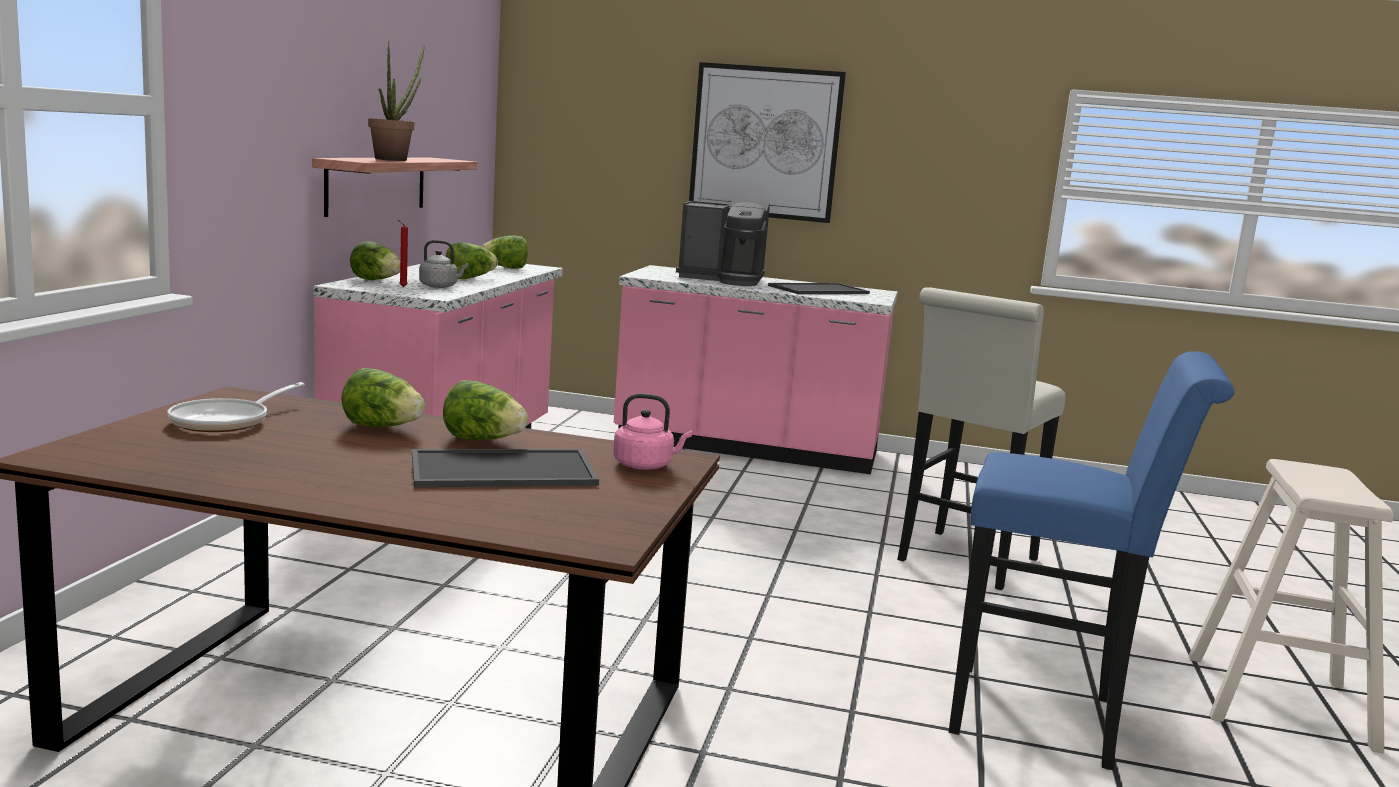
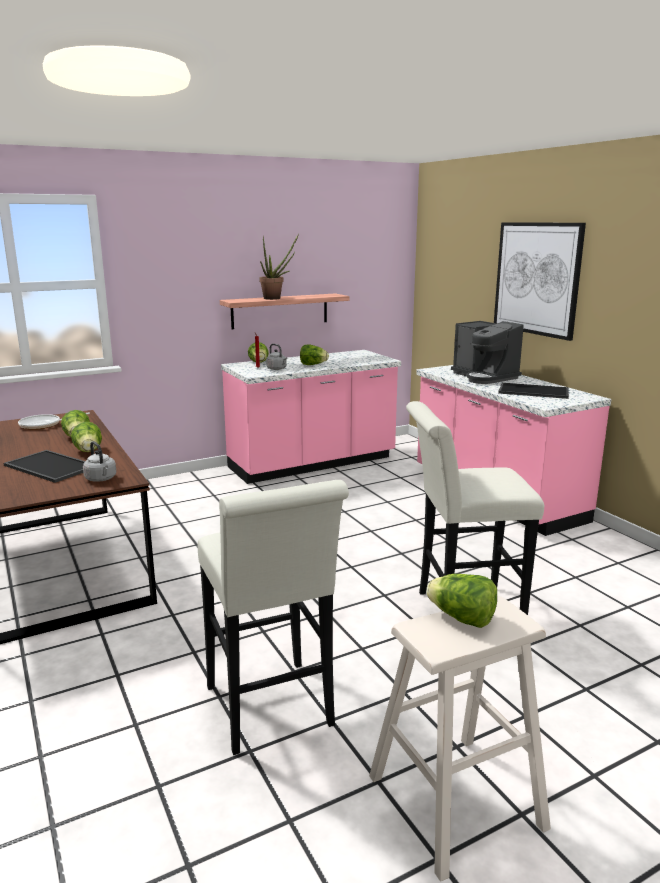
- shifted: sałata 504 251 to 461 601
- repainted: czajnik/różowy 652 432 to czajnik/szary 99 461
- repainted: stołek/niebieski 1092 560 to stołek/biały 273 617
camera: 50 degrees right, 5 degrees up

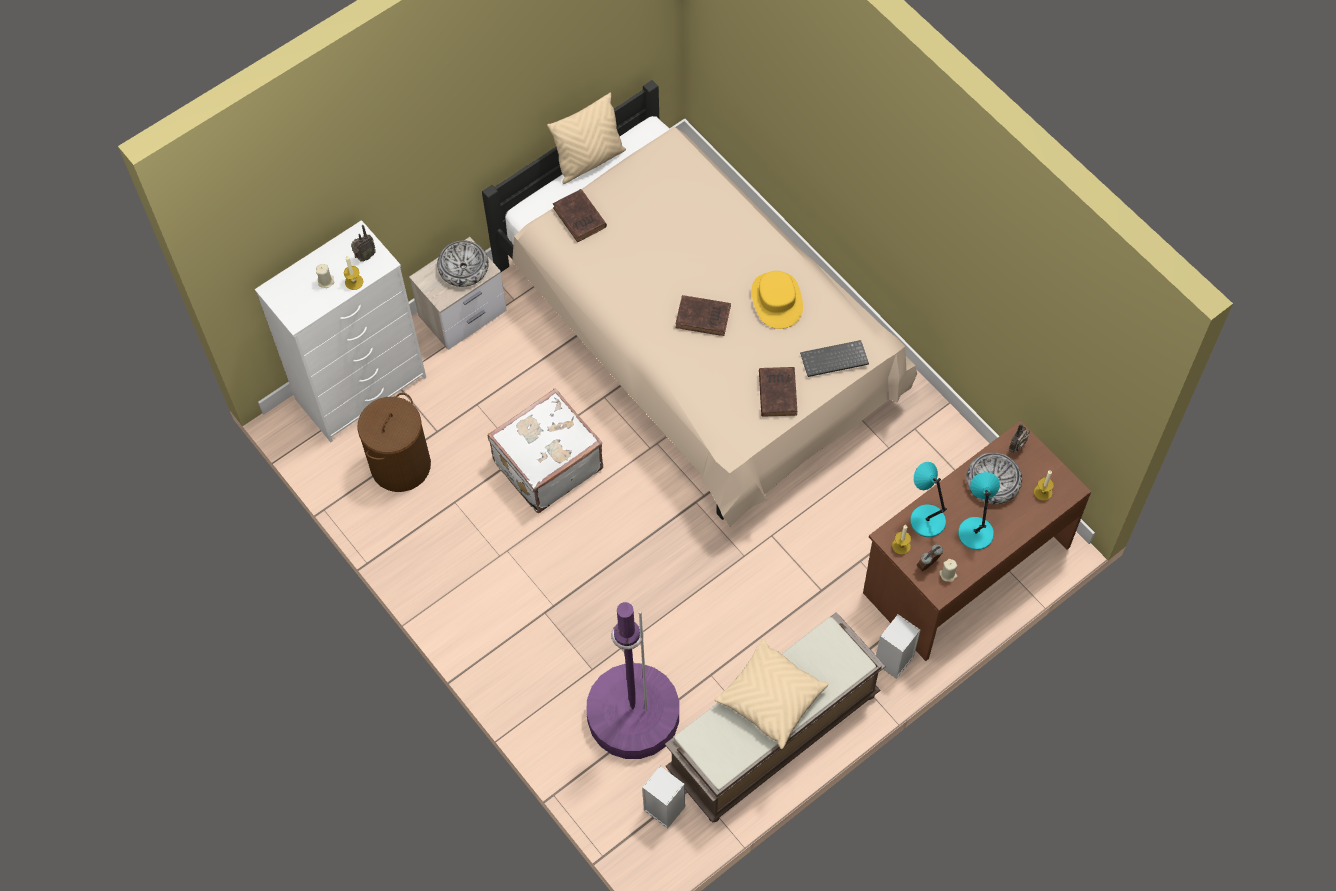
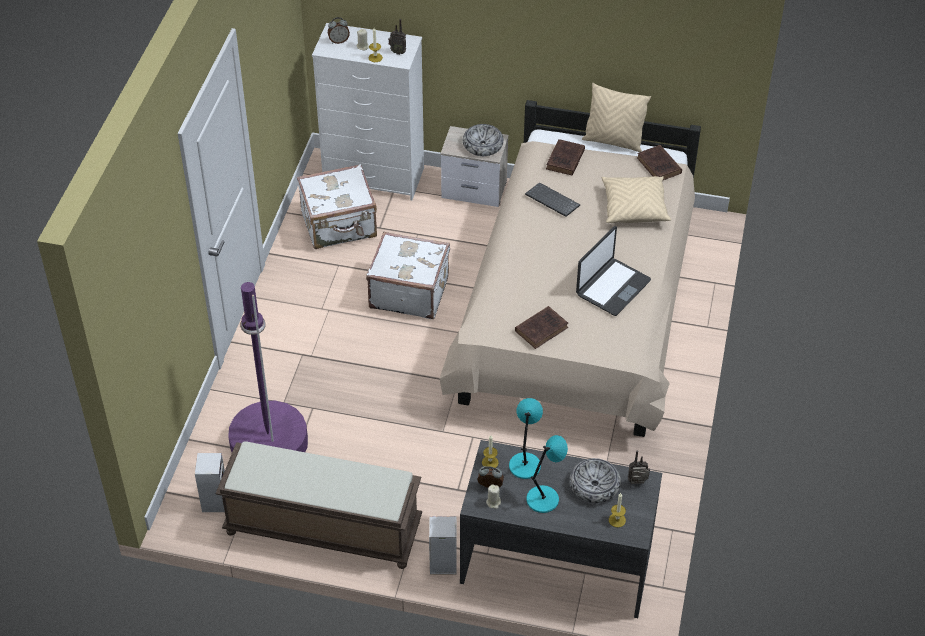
- new: budzik 339 30
- shifted: książka/brązowy 703 315 to 659 162
- shifted: poduszka/beżowy 771 694 to 636 199
- shifted: klawiatura 834 358 to 552 199
- swapped: kosz na pranie/brązowy 394 442 to walizka/biały 337 206
- swapped: kapelusz/żółty 777 300 to laptop 613 271
- repainted: biurko/brązowy 977 541 to biurko/szary 561 529
camera: 50 degrees right, 15 degrees down

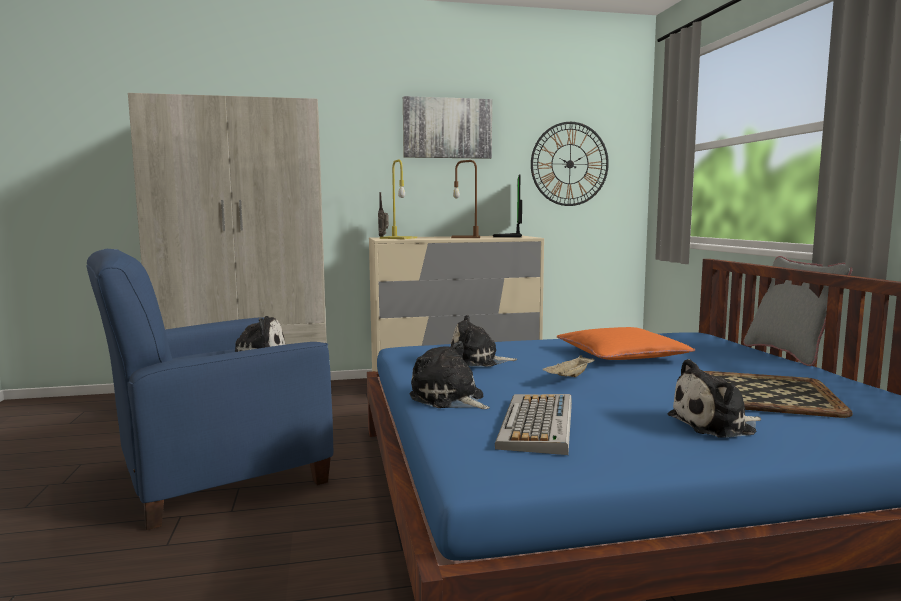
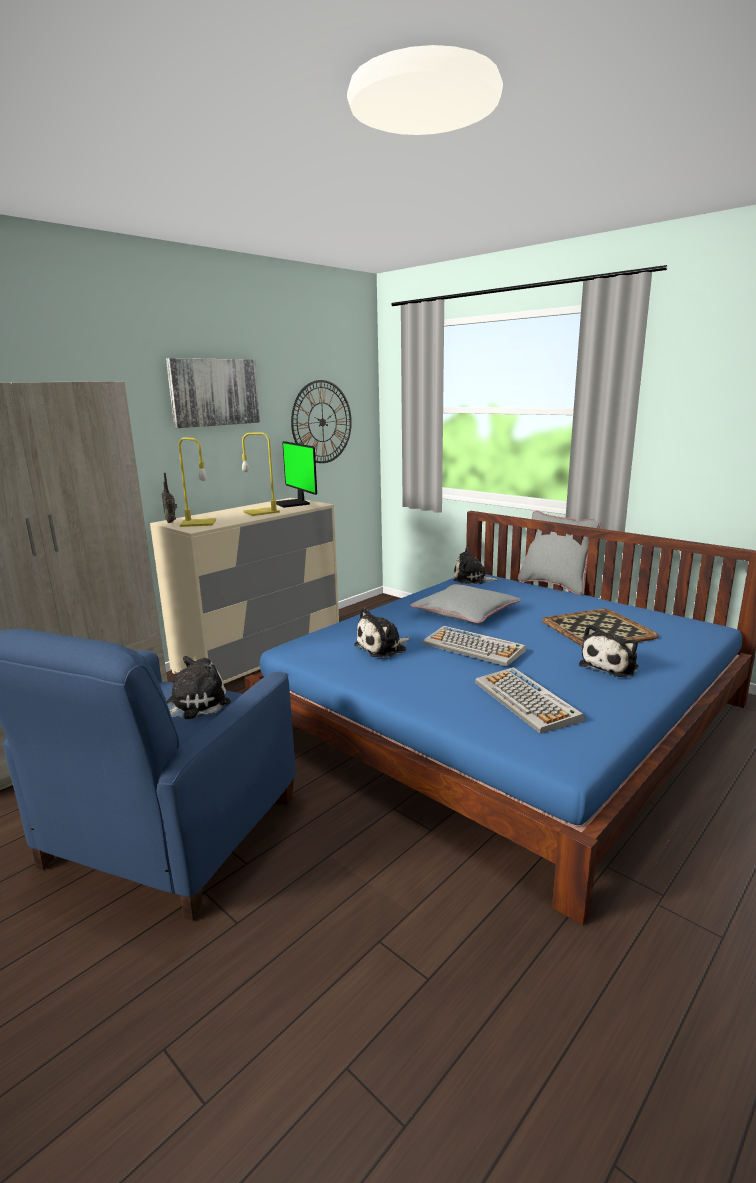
- shifted: pluszak 450 375 to 477 566
- swapped: taca/beżowy 568 366 to klawiatura 474 646
- repainted: lampa stołowa/brązowy 465 199 to lampa stołowa/żółty 261 474
- repainted: poduszka/pomarańczowy 626 343 to poduszka/szary 465 603
camera: 35 degrees left, 10 degrees up

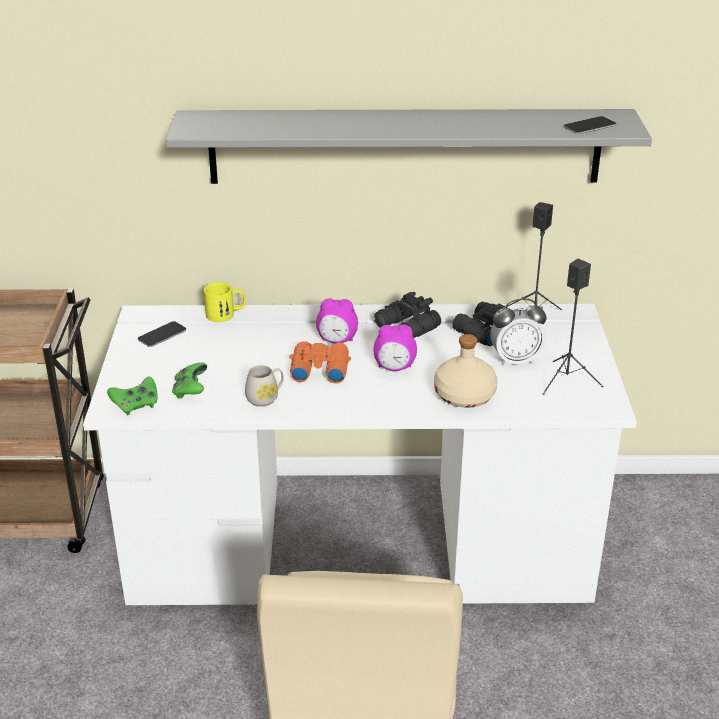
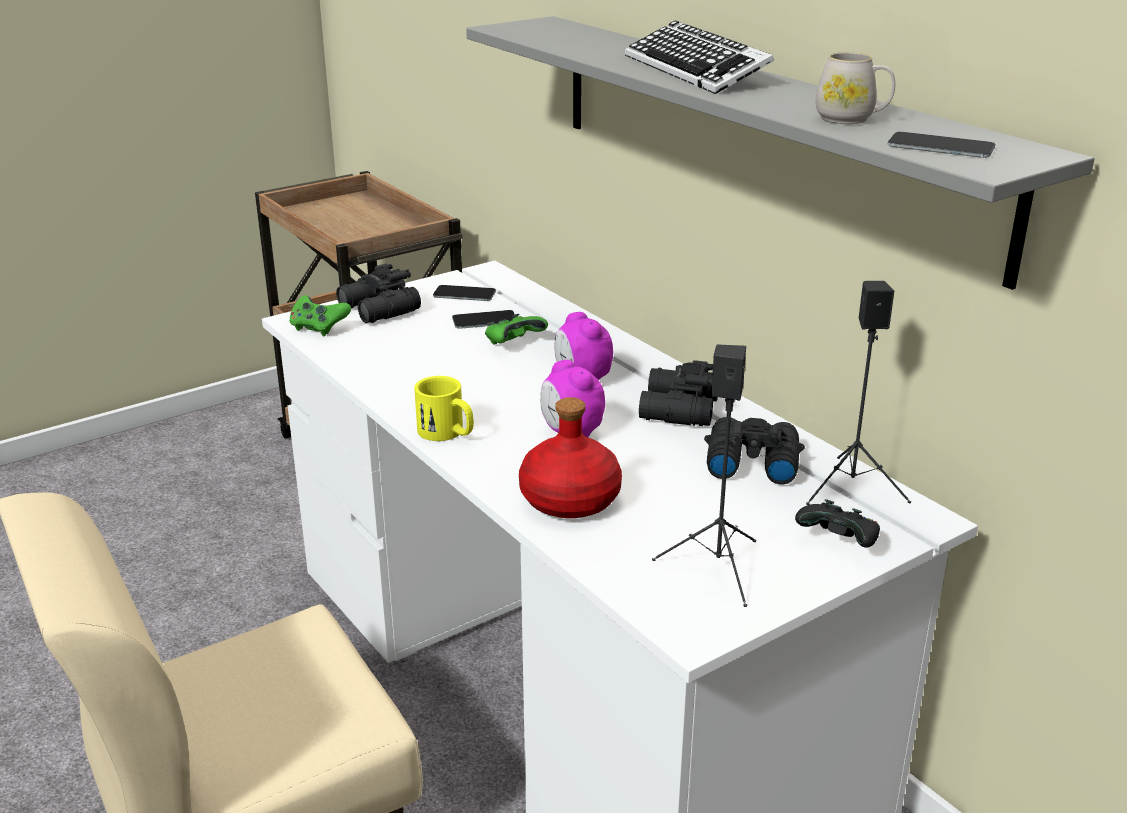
- gone: lornetka/pomarańczowy 320 362
- gone: budzik 518 333
- new: lornetka/czarny 378 293
- new: telefon 483 319
- new: klawiatura 699 57
- new: pad do gier/czarny 837 523
- shifted: pad do gier/zielony 189 380 to 516 329
- shifted: kubek/żółty 225 302 to 444 408
- shifted: kubek/biały 264 386 to 855 88
- repainted: butelka/beżowy 466 371 to butelka/czerwony 570 457
camera: 55 degrees right, 5 degrees down

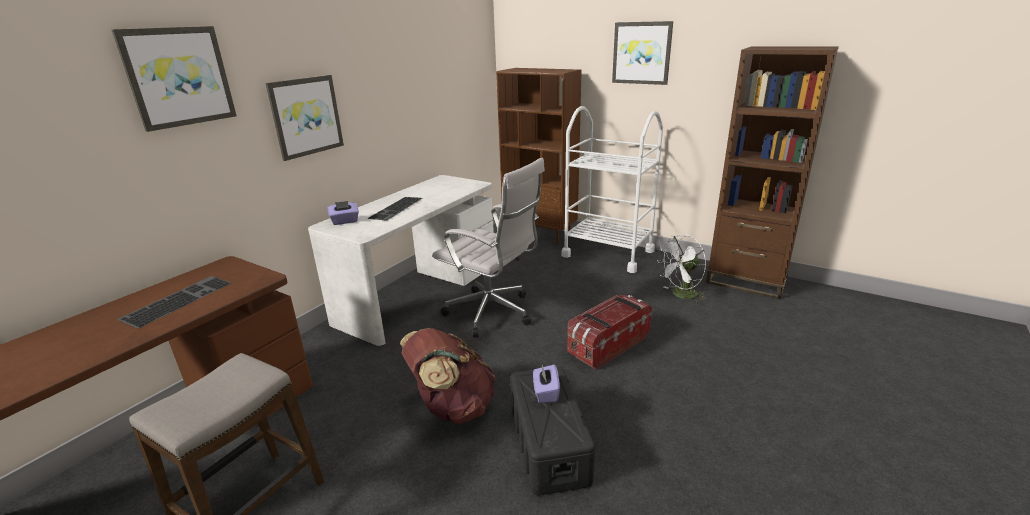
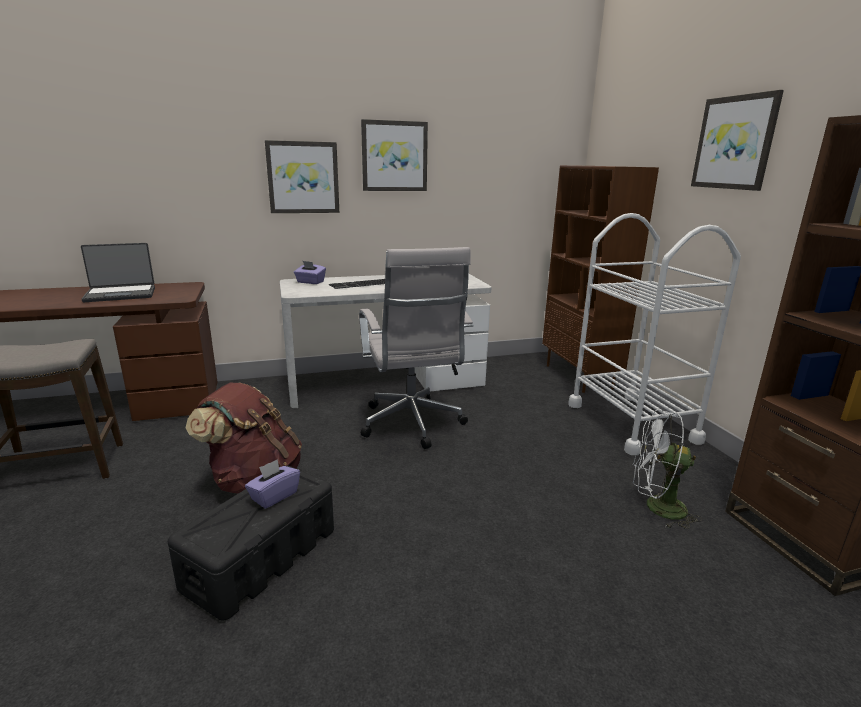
- gone: pojemnik do przechowywania 609 332
- shifted: obraz 174 79 to 394 155
- swapped: klawiatura 174 302 to laptop 118 272
camera: 40 degrees right, 5 degrees down

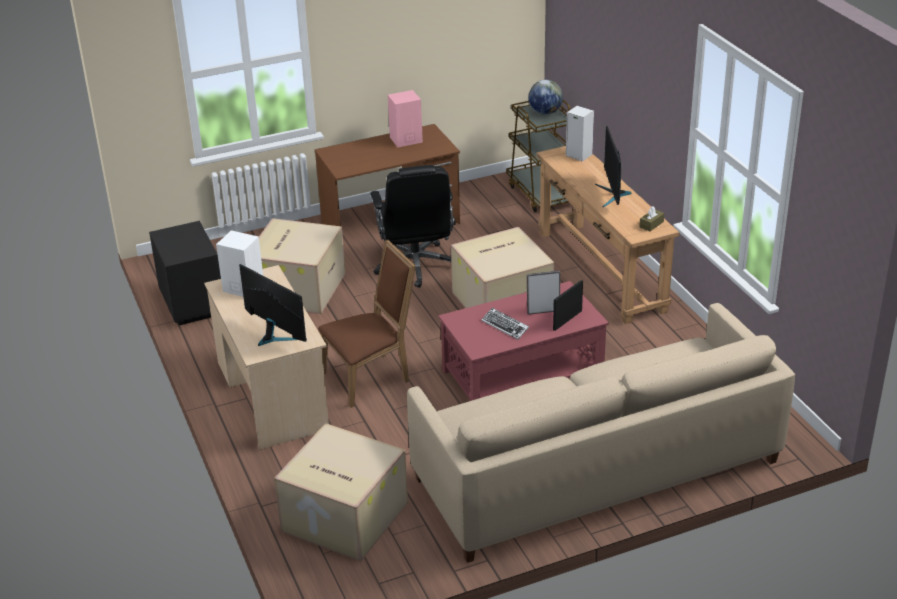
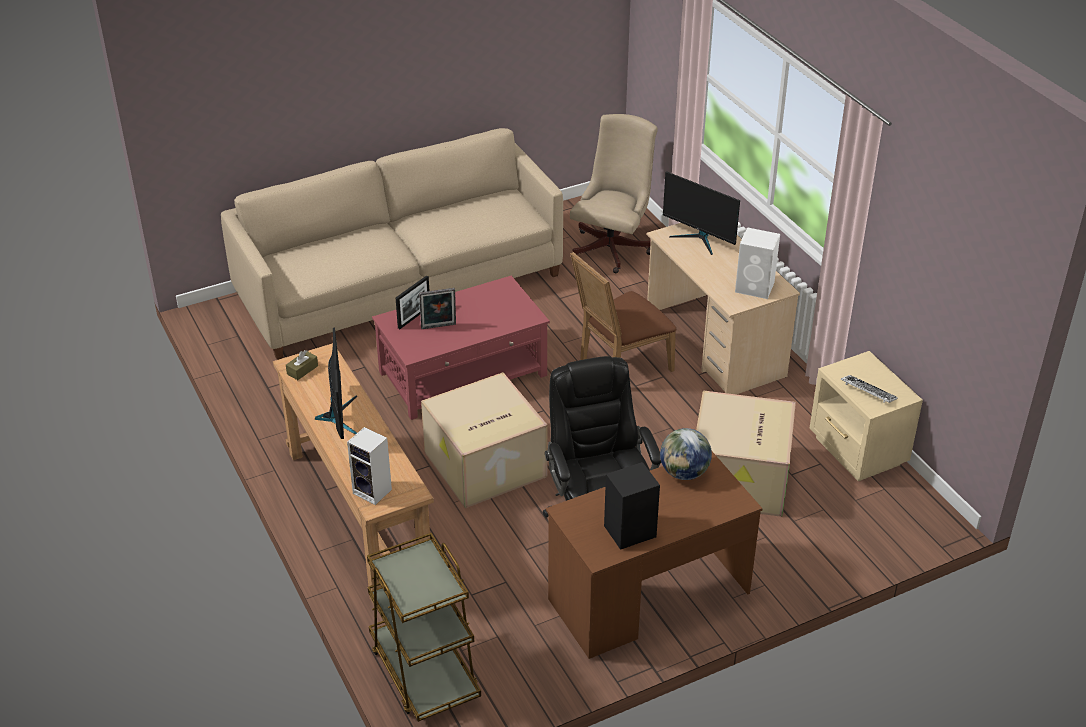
- shifted: klawiatura 505 324 to 869 389
- shifted: globus 546 97 to 686 454
- swapped: karton 341 492 to krzesło biurowe/beżowy 614 193
- repainted: szafka nocna/czarny 185 273 to szafka nocna/beżowy 866 416
- repainted: głośnik/różowy 405 118 to głośnik/czarny 632 506
camera: 175 degrees right, 5 degrees up

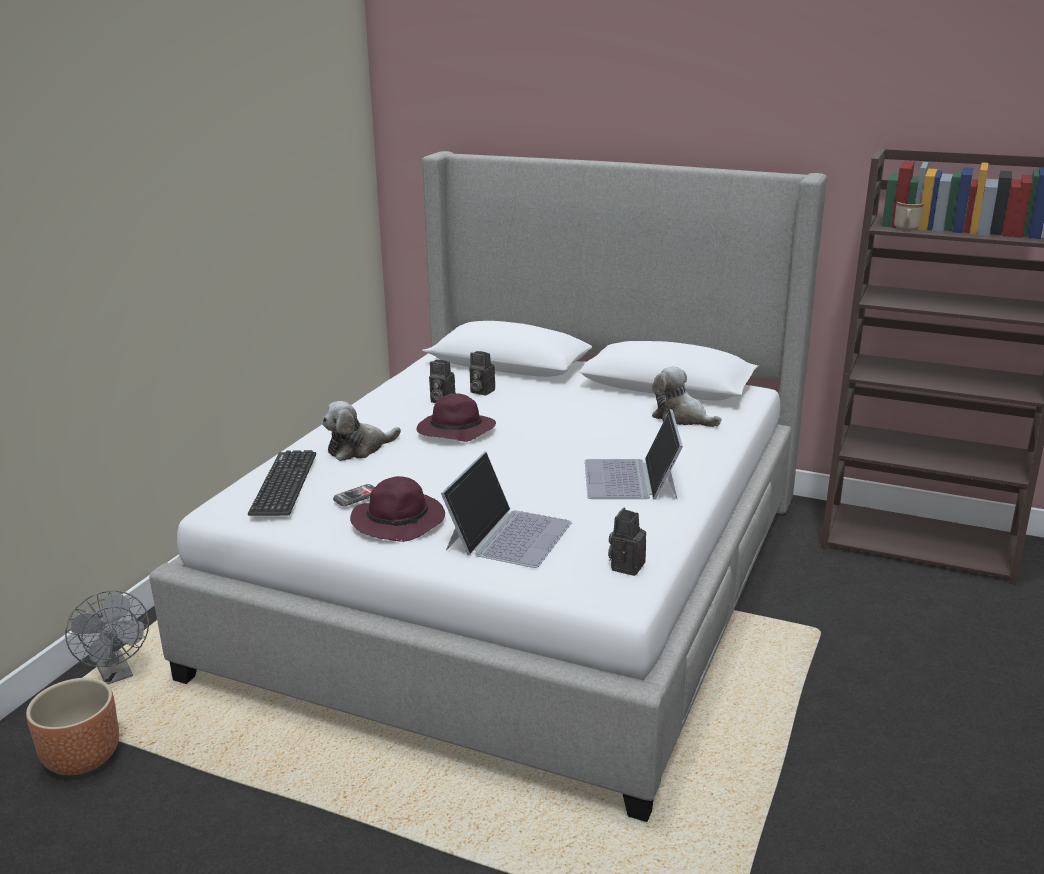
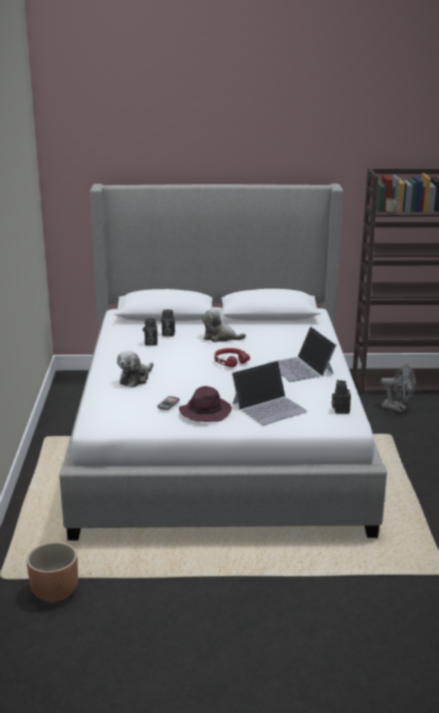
- gone: klawiatura 282 483
- gone: kapelusz/fioletowy 456 417
- new: słuchawki/czerwony 232 357
- shifted: wentylator/szary 107 637 to 398 388
- shifted: pluszak 686 396 to 224 325
- rotated: laptop 506 510 = 269 393 60 degrees clockwise
camera: 25 degrees left, 0 degrees up

